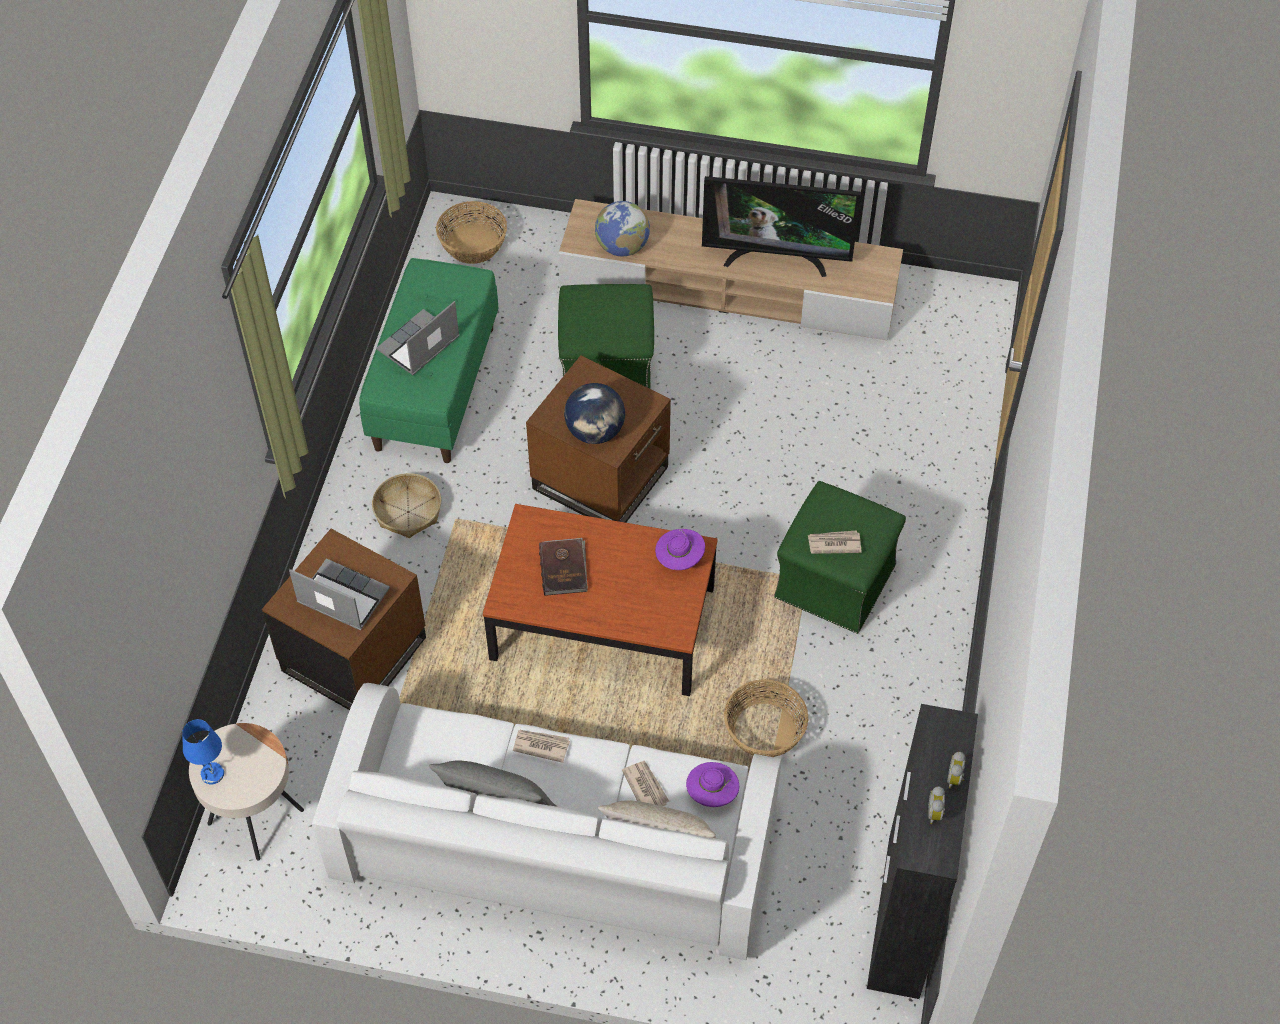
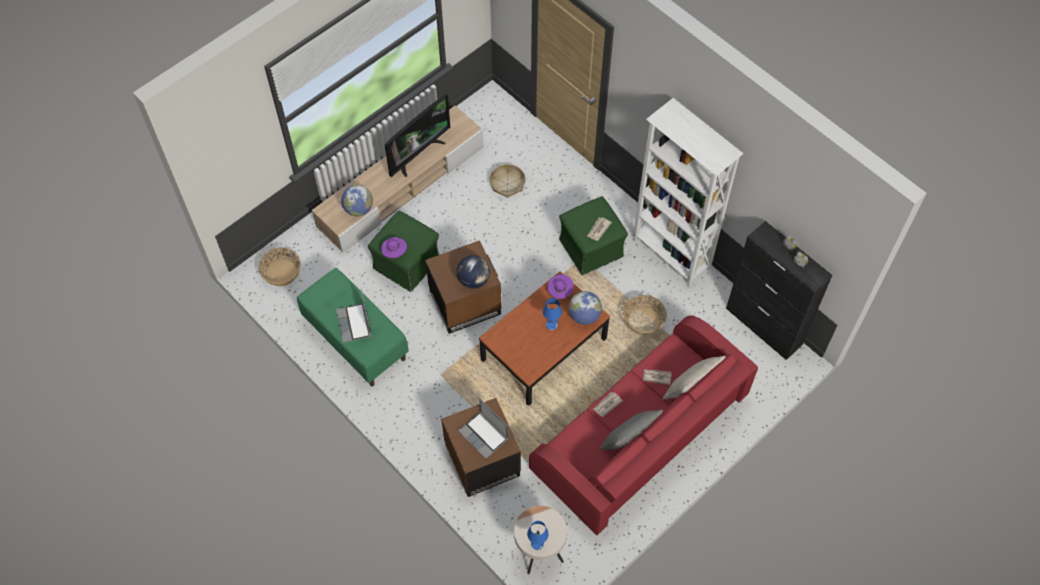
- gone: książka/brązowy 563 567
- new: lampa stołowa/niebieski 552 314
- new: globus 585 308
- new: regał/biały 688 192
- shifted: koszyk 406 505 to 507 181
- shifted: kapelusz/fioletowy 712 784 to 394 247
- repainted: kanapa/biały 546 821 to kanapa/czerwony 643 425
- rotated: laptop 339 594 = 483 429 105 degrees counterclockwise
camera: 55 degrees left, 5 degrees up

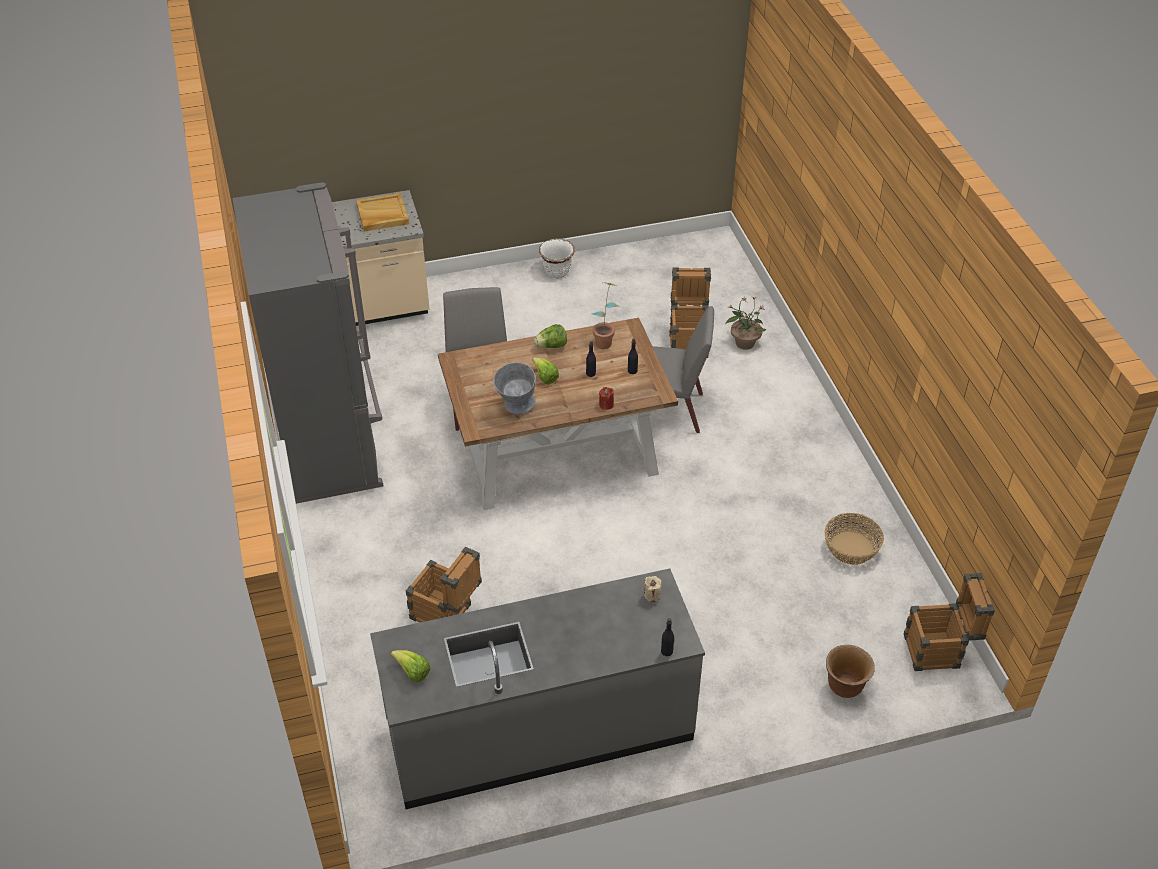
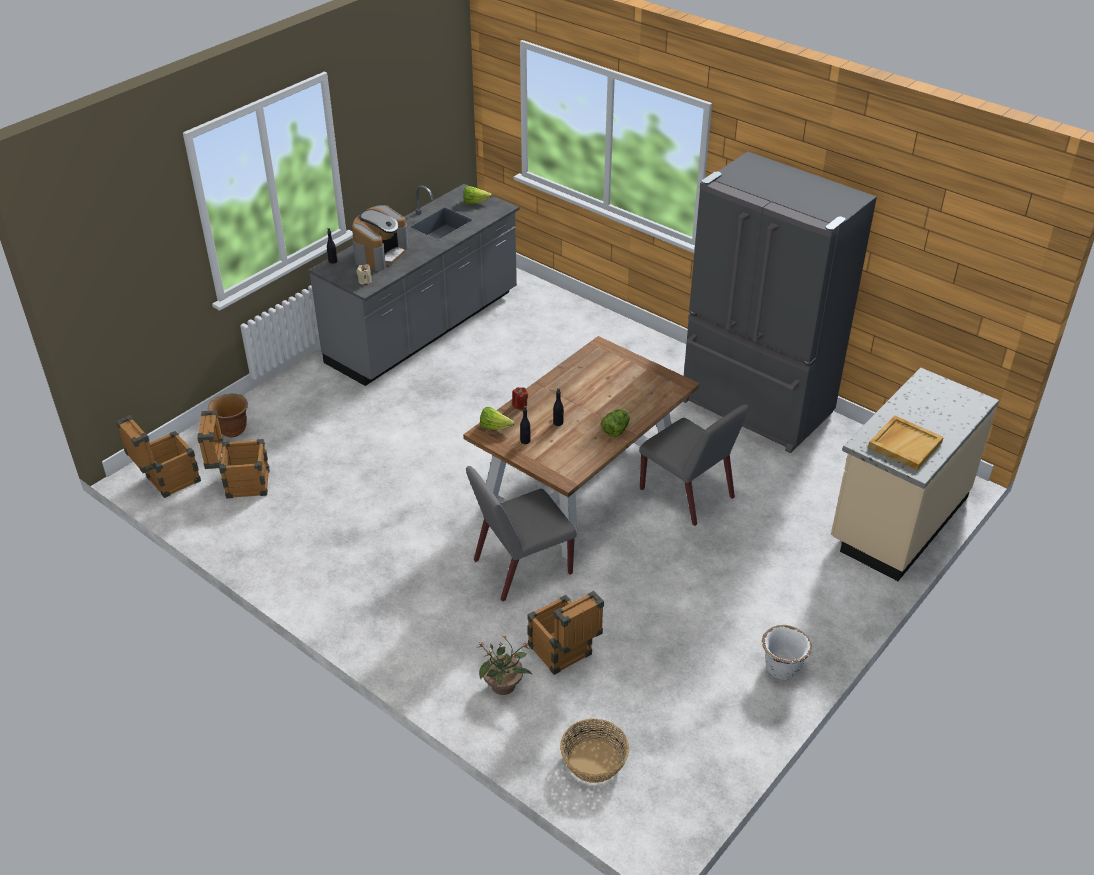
- gone: miska/szary 514 388
- gone: roślina doniczkowa 605 315
- new: ekspres do kawy 380 238
- shifted: skrzynka 444 584 to 233 454
- shifted: sałata 545 370 to 497 418
- shifted: koszyk 854 539 to 594 751
camera: 145 degrees right, 5 degrees down

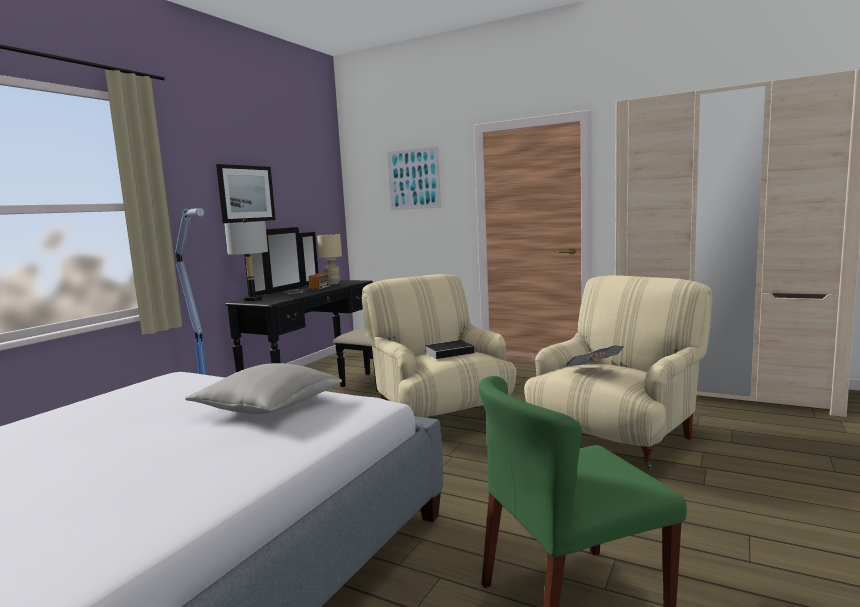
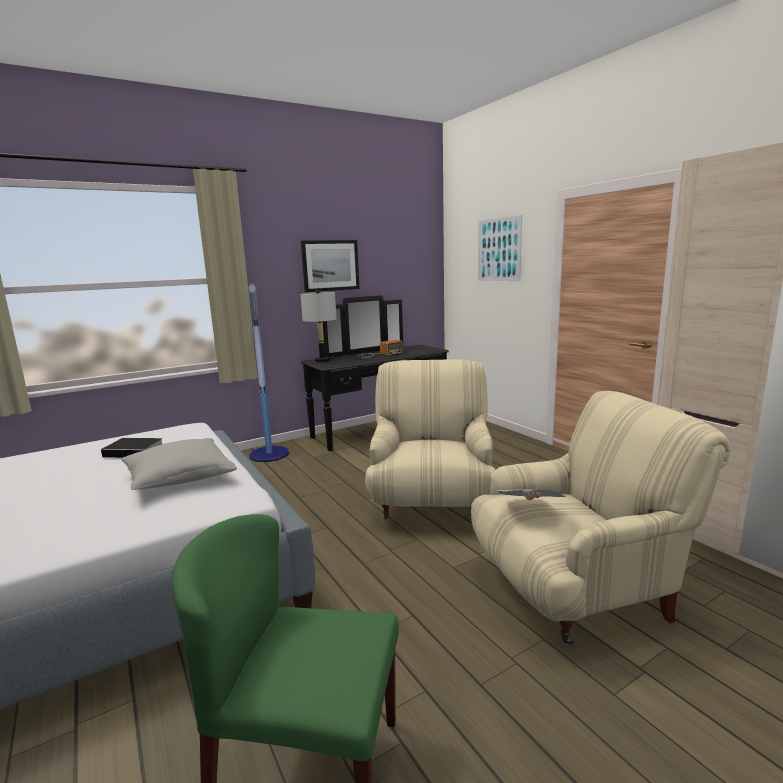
- gone: lampa stołowa/beżowy 329 259
- shifted: książka 449 349 to 132 448
camera: 30 degrees right, 5 degrees up

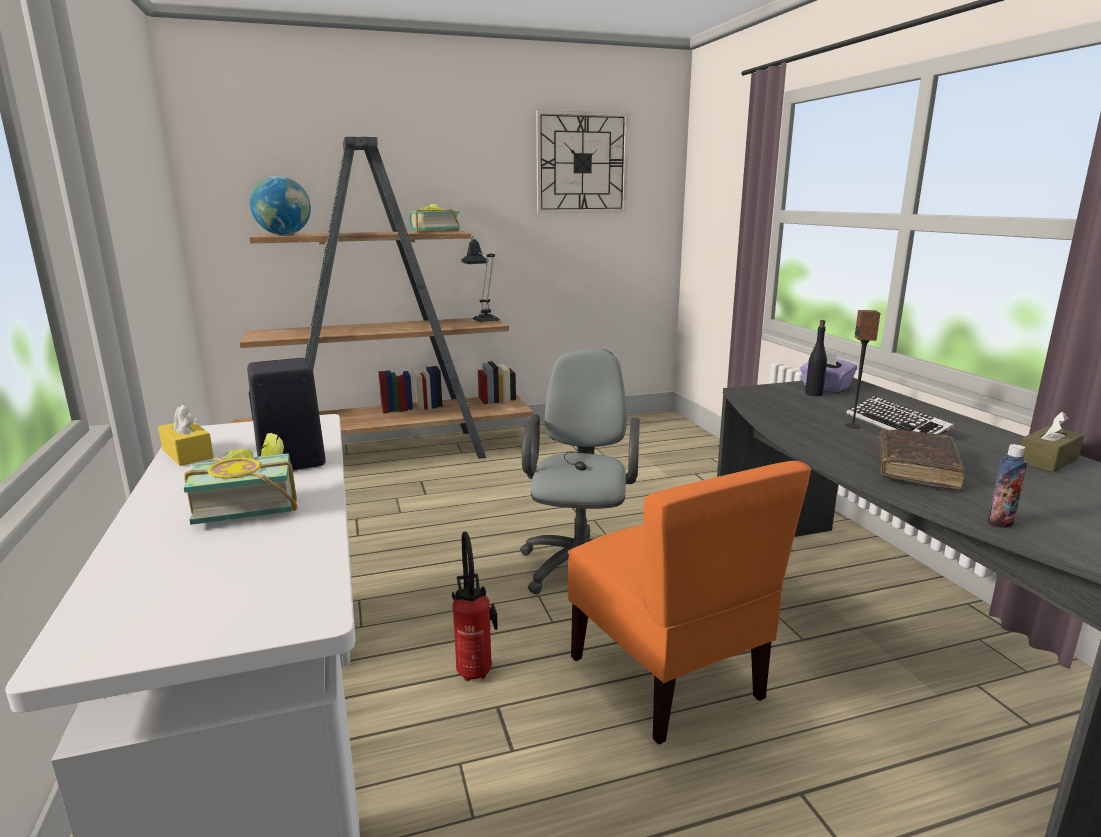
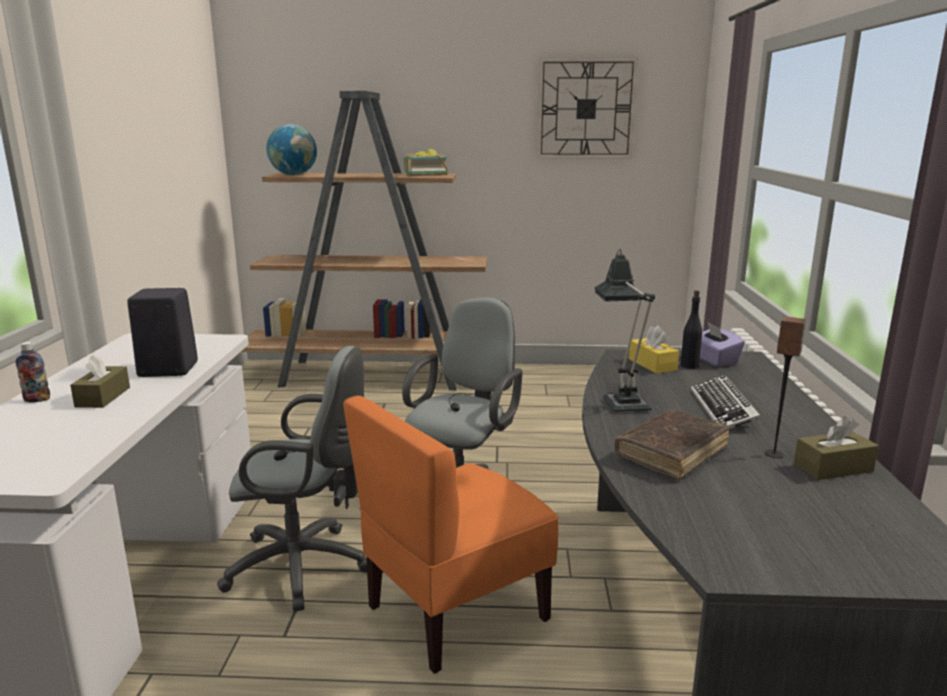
- shifted: pudełko chusteczek/żółty 186 435 to 654 350
- shifted: lampa stołowa 480 279 to 624 330
- shifted: głośnik 862 369 to 785 387
- shifted: butelka 1008 486 to 33 372
- swapped: książka 241 479 to pudełko chusteczek/brązowy 100 380
- swapped: gaśnica 475 606 to krzesło biurowe/szary 292 478
- rotated: krzesło/pomarańczowy 689 602 = 451 534 60 degrees clockwise
camera: 20 degrees right, 0 degrees up

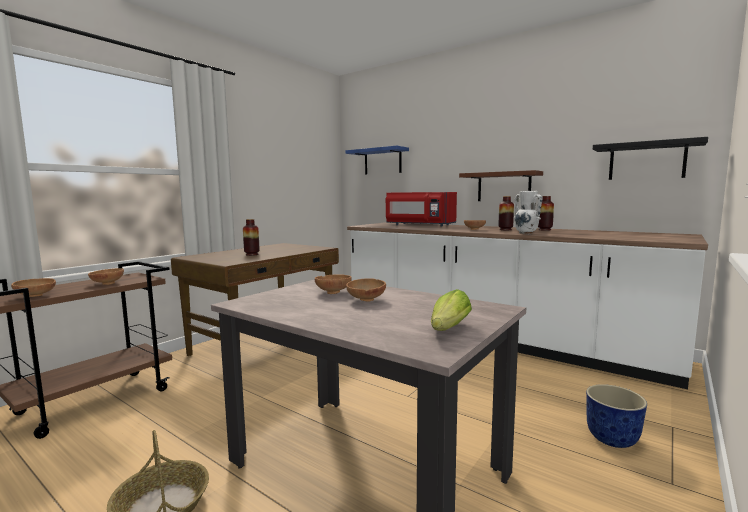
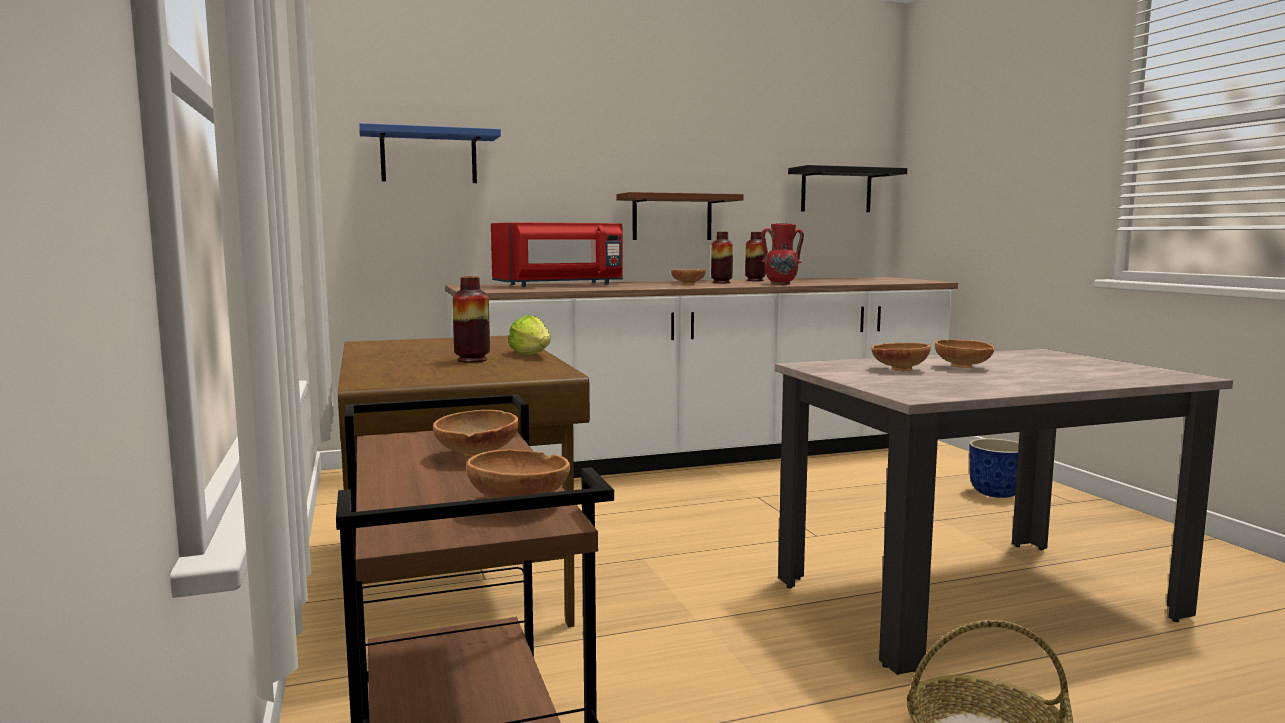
- shifted: sałata 451 310 to 529 335
- repainted: wazon/biały 528 212 to wazon/czerwony 782 254
camera: 55 degrees left, 0 degrees up

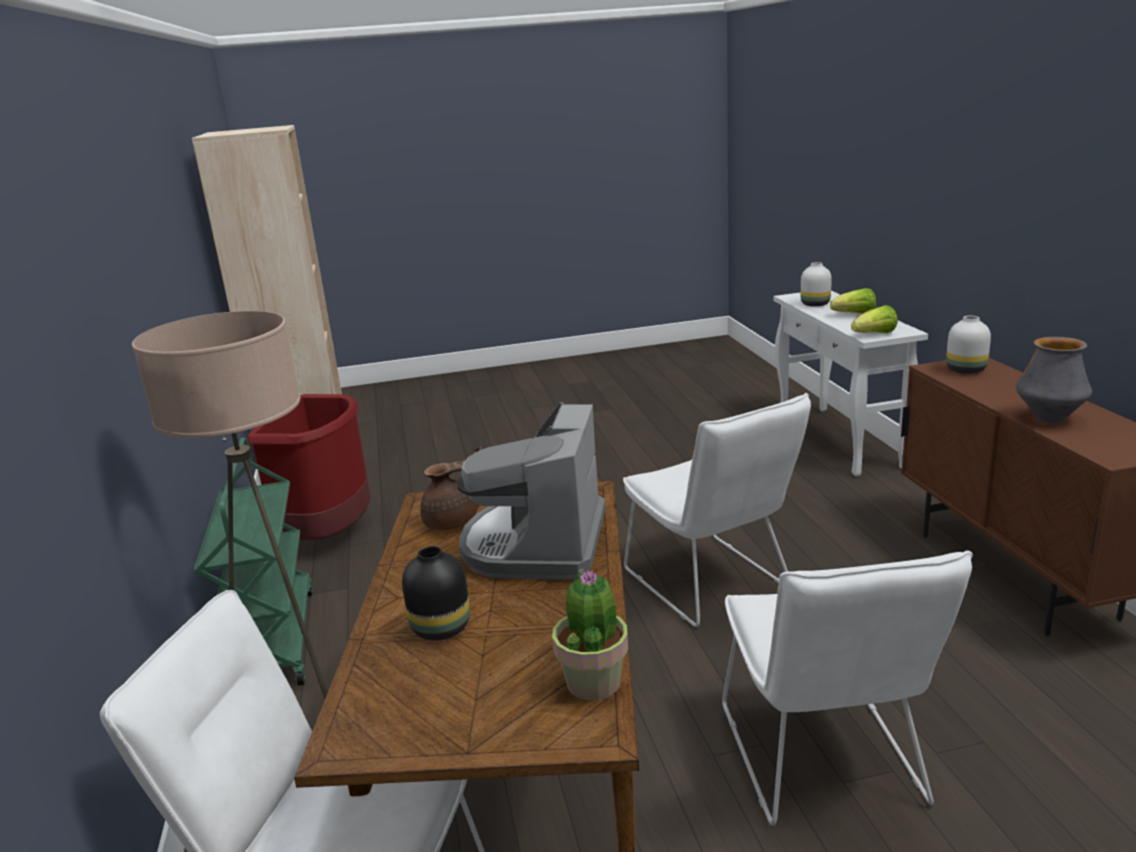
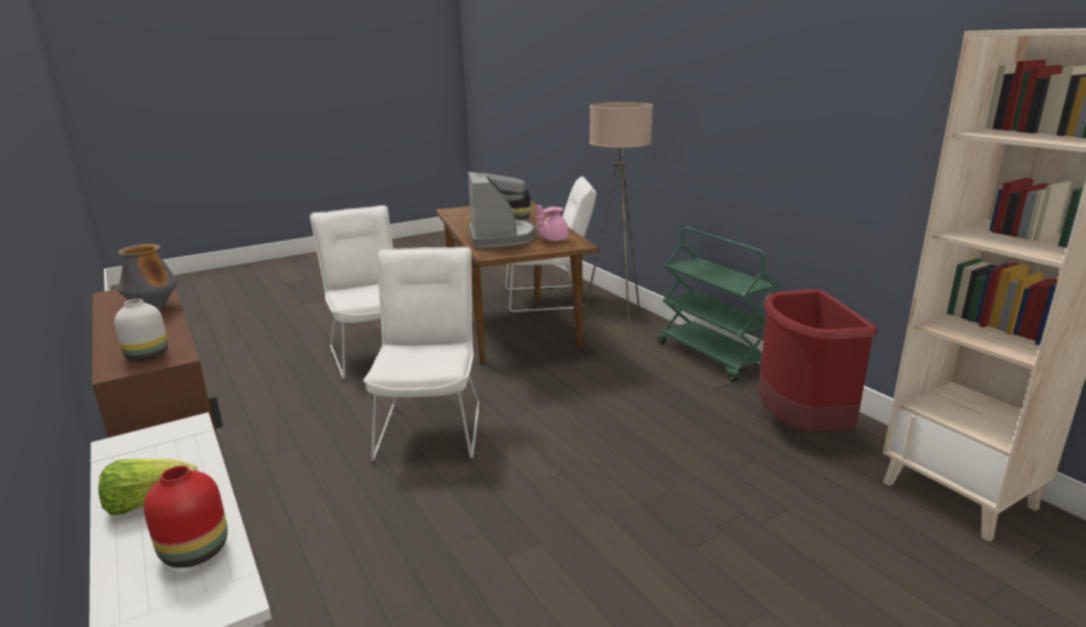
- gone: roślina doniczkowa 590 634
- gone: sałata 874 319
- repainted: imbryk/brązowy 451 488 to imbryk/różowy 552 223
- repainted: wazon/biały 816 284 to wazon/czerwony 186 517
- rotated: krzesło/biały 717 510 = 422 354 45 degrees clockwise
camera: 160 degrees right, 0 degrees up

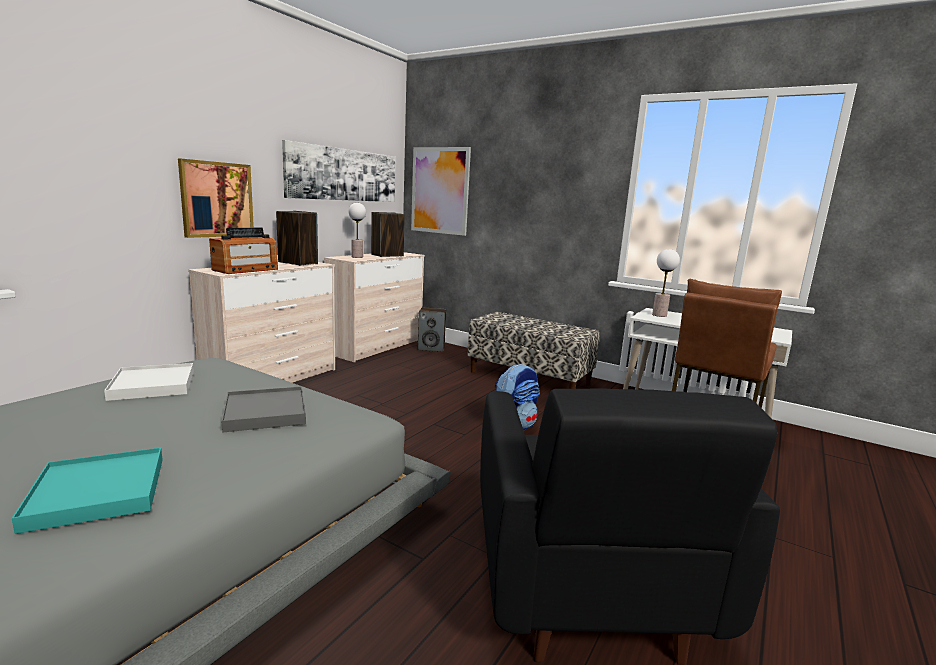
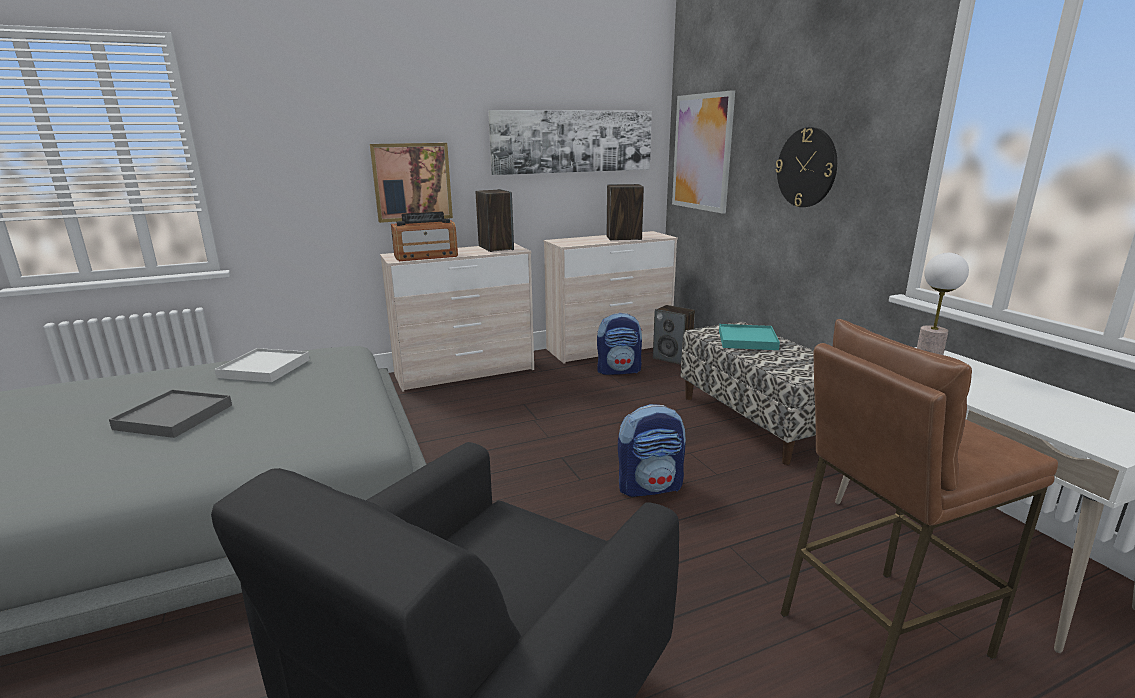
- gone: lampa stołowa 357 230
- new: plecak 619 344
- new: zegar ścienny 806 167
- shifted: taca/turkusowy 87 491 to 749 337
- shifted: taca/szary 264 409 to 170 414
camera: 35 degrees right, 5 degrees up

